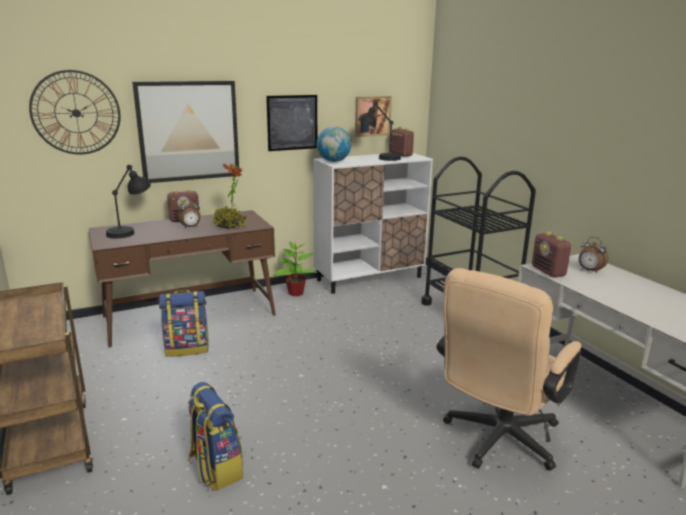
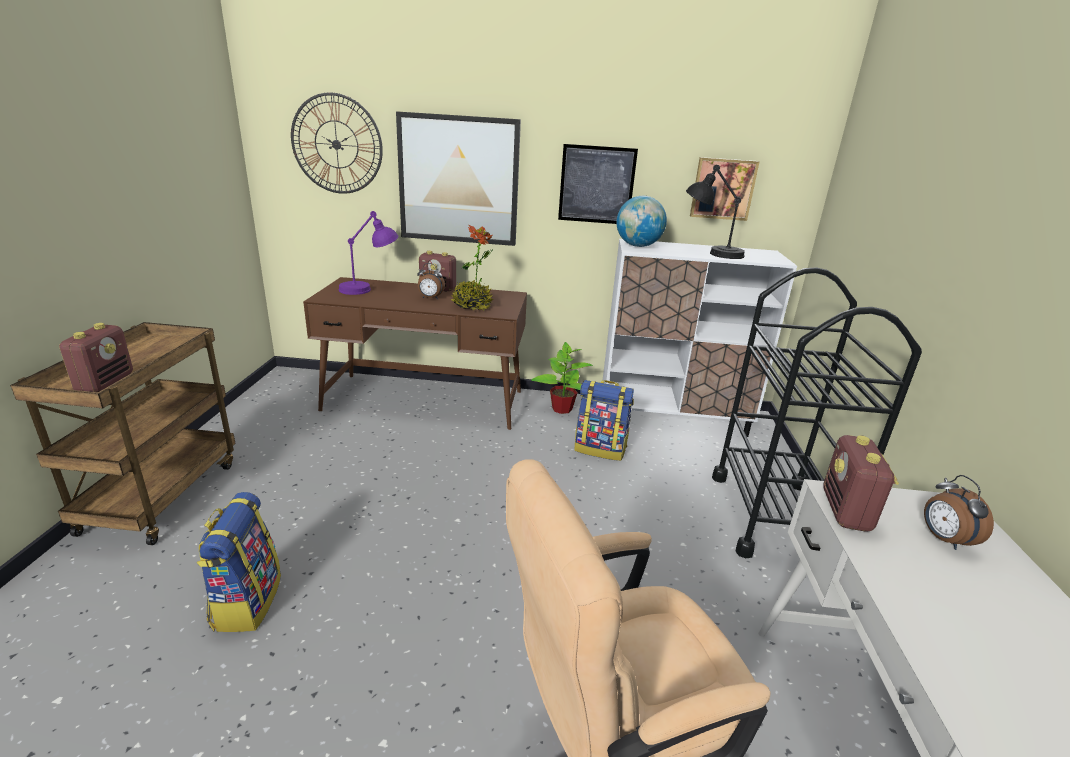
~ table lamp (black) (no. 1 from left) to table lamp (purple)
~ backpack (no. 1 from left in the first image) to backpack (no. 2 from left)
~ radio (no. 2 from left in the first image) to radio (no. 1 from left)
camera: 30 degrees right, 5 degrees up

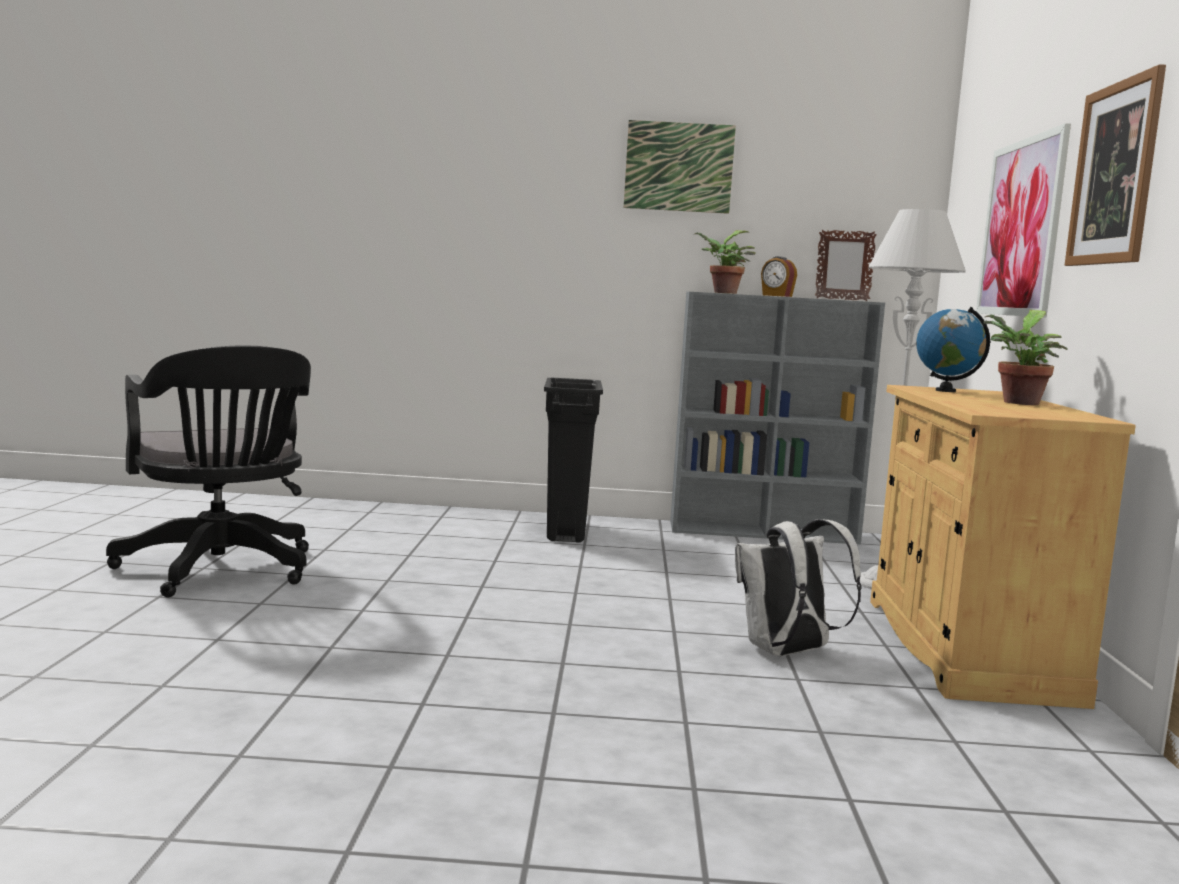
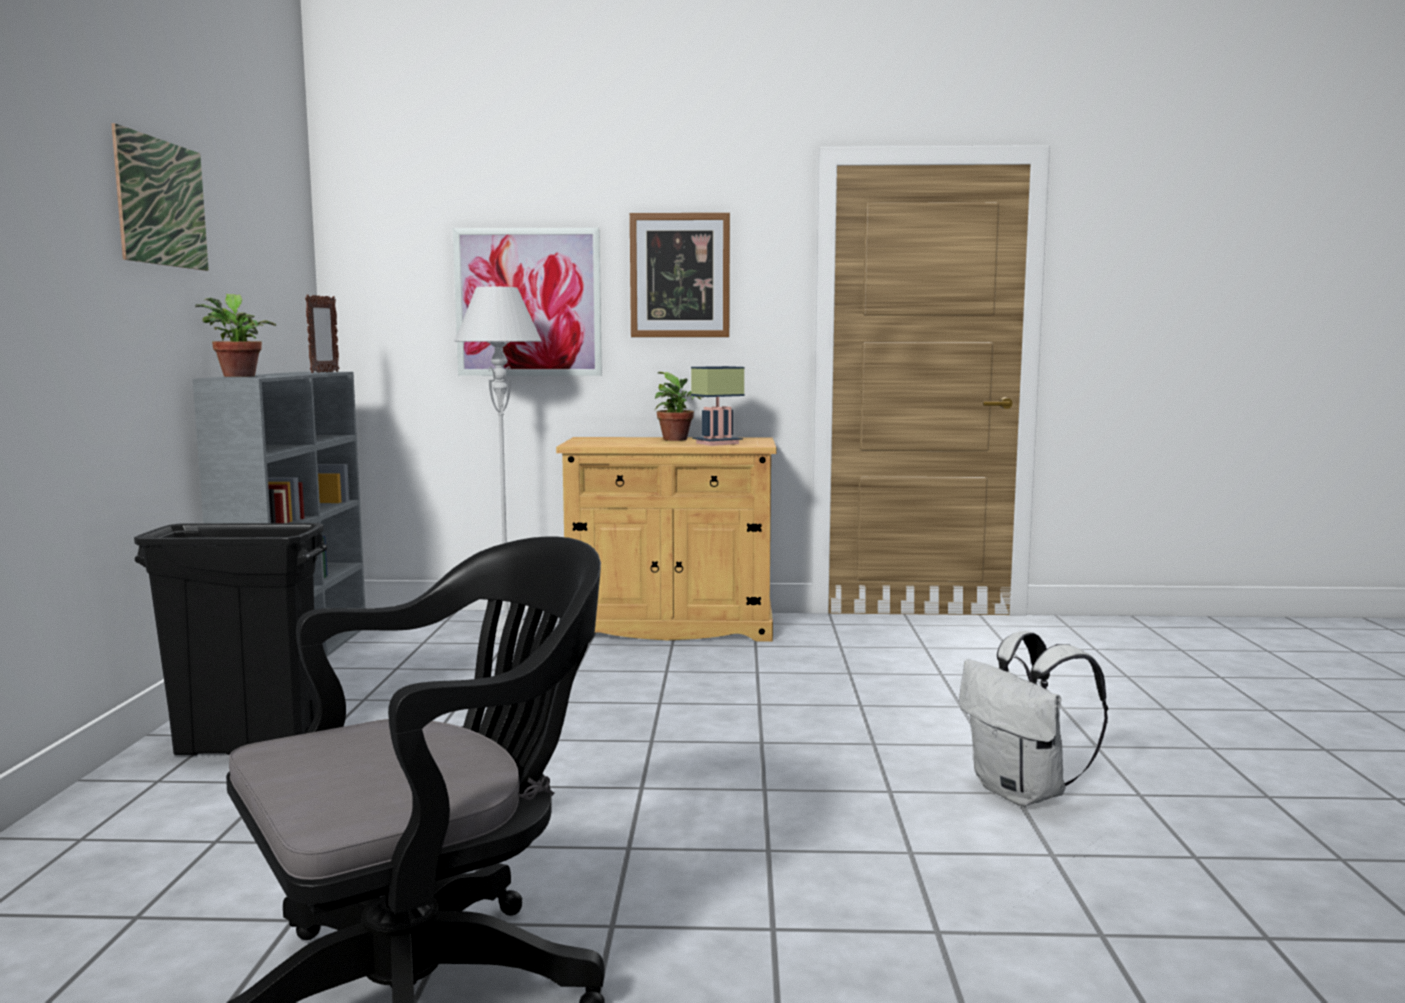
~ backpack (white)
- alarm clock
- globe
+ table lamp
camera: 90 degrees left, 0 degrees up

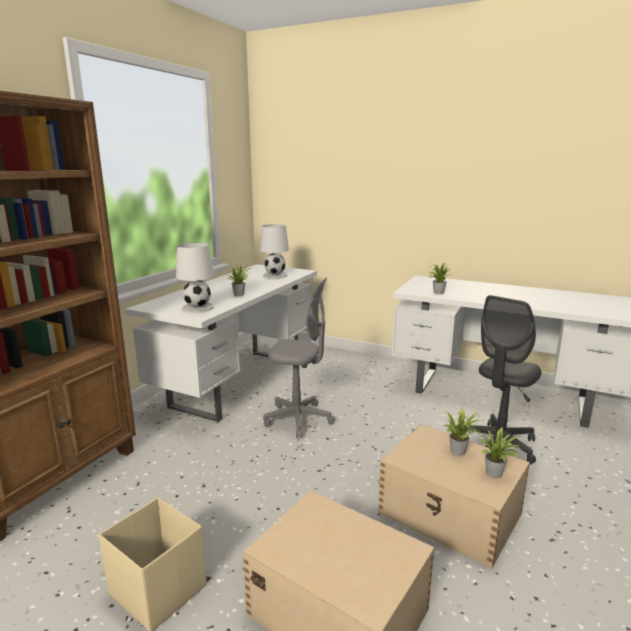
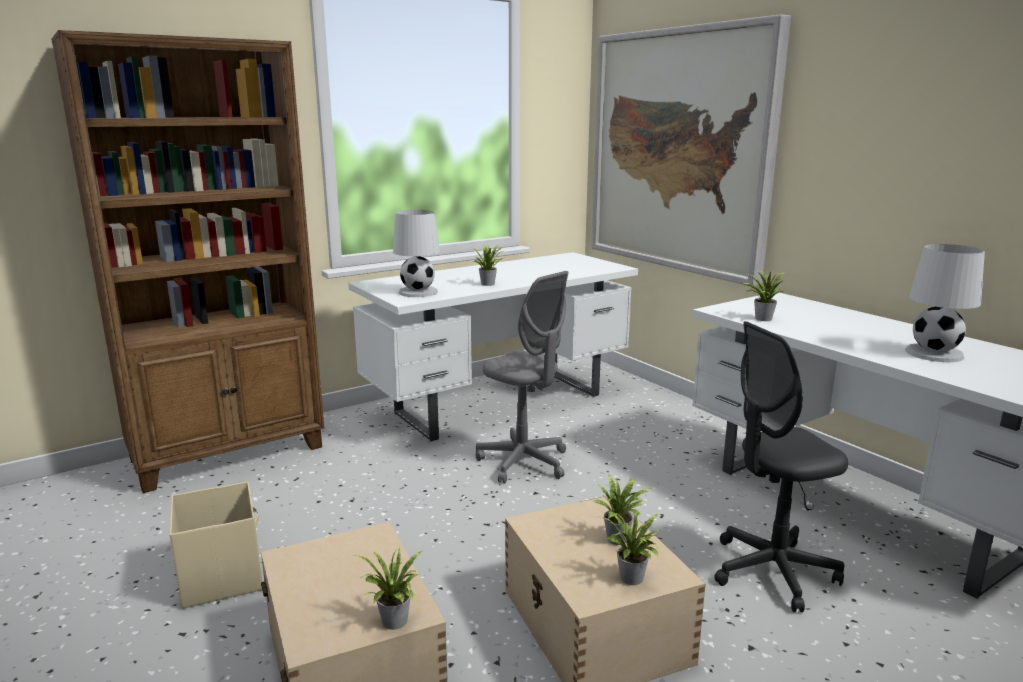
~ table lamp (white) (no. 2 from left)
+ potted plant (no. 1 from left)
+ picture
camera: 30 degrees right, 0 degrees up

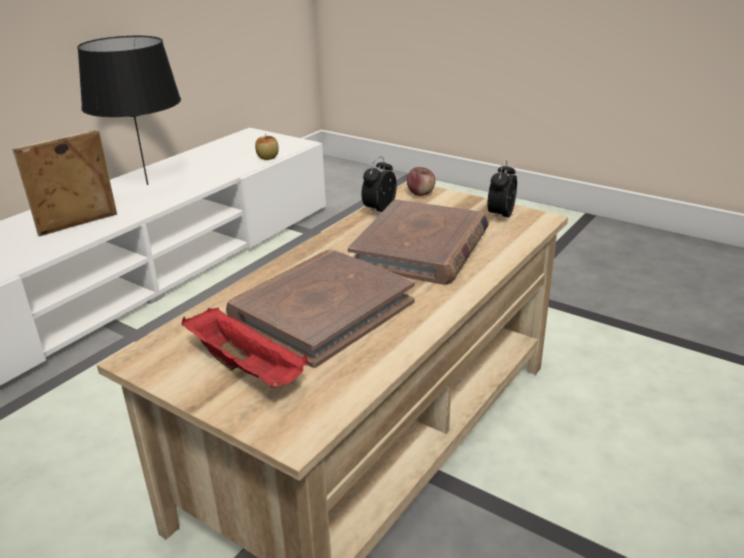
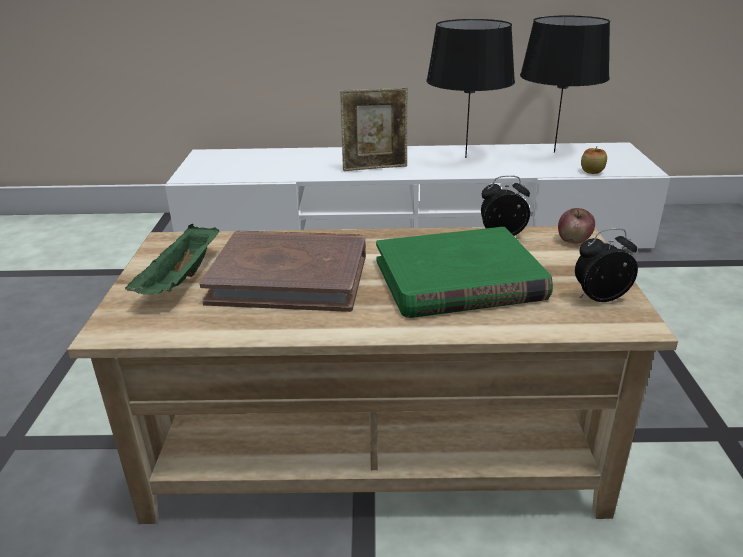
~ picture frame 150 degrees clockwise
~ tray (red) to tray (green)
~ book (brown) (no. 2 from left) to book (green)
+ table lamp (black) (no. 2 from left)
camera: 55 degrees right, 0 degrees up

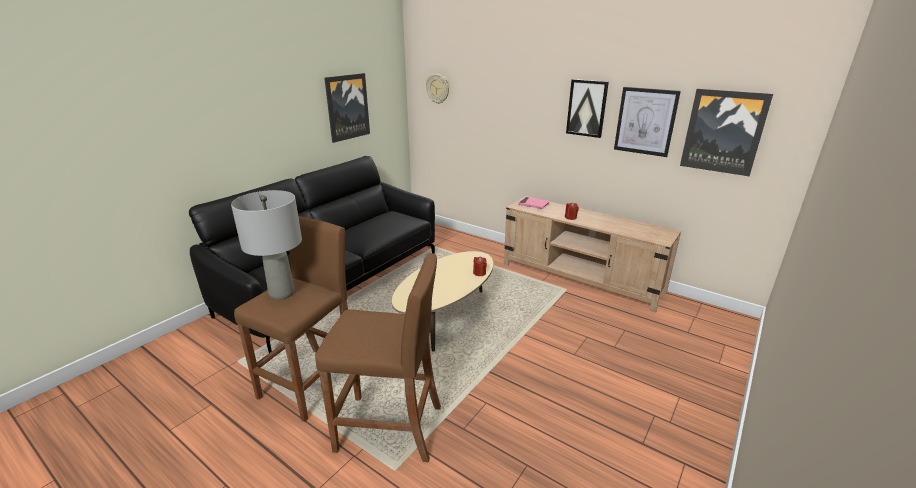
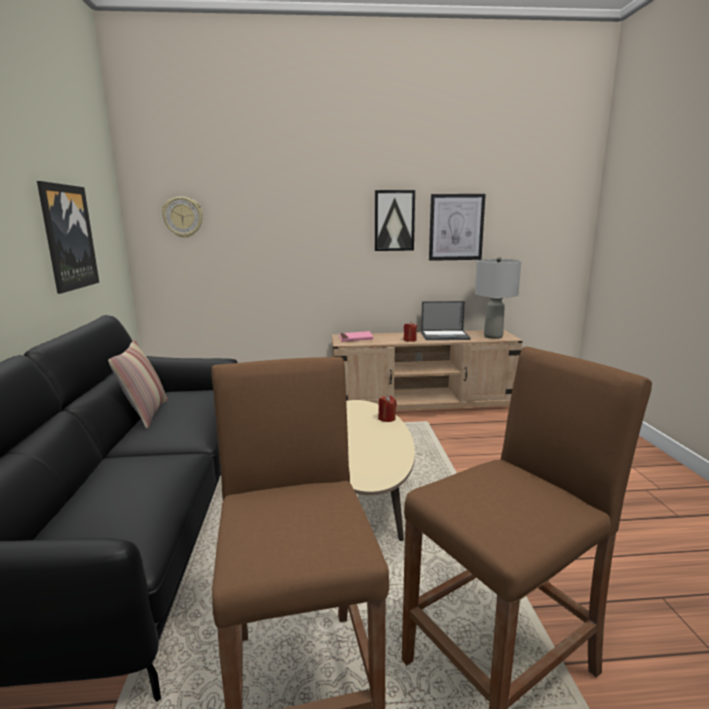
~ table lamp (grey)
- picture (no. 4 from left)
+ pillow
+ laptop
camera: 40 degrees left, 10 degrees down

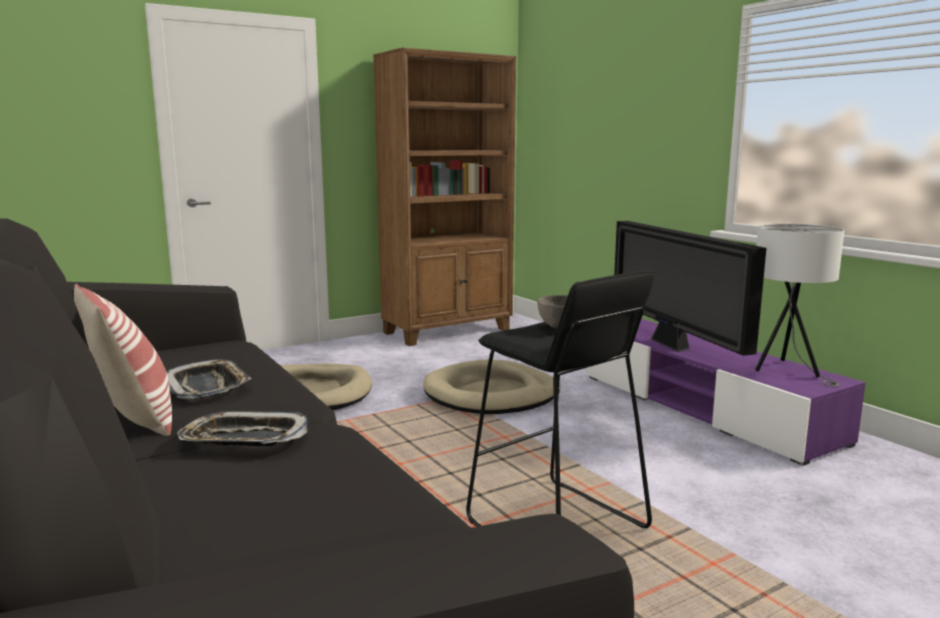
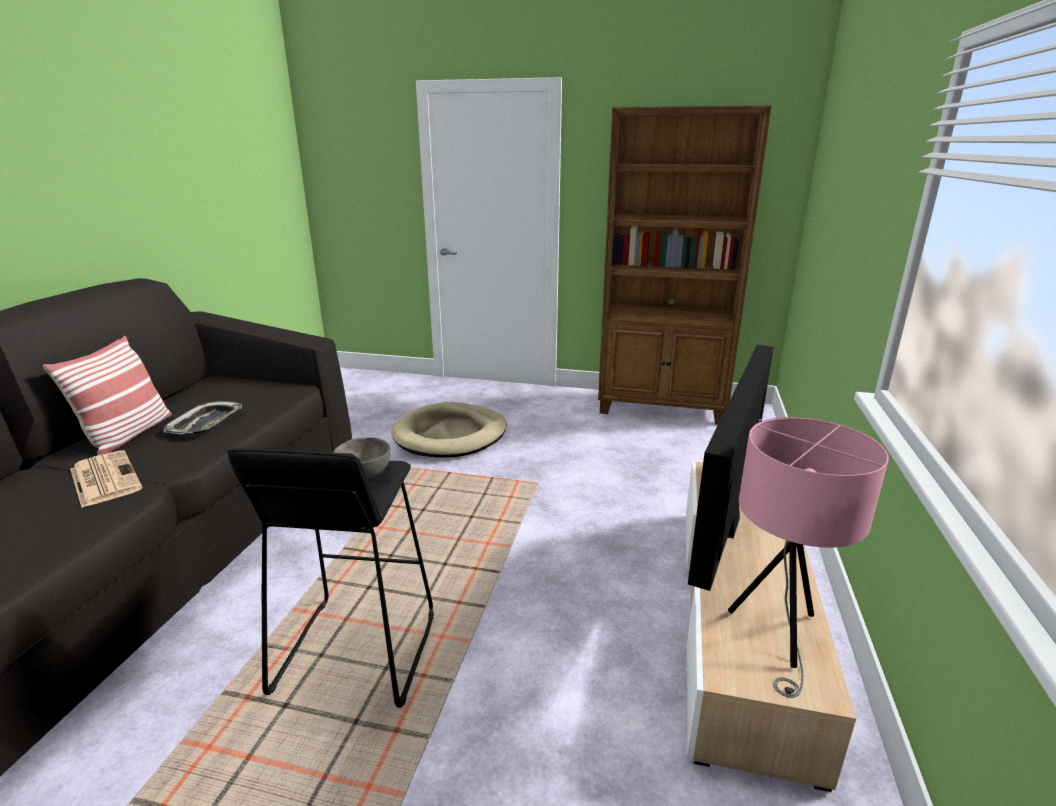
~ tray (no. 2 from left) to newspaper
- dog bed (beige) (no. 2 from left)
~ tv stand (purple) to tv stand (beige)
~ table lamp (white) to table lamp (pink)
camera: 45 degrees right, 10 degrees up

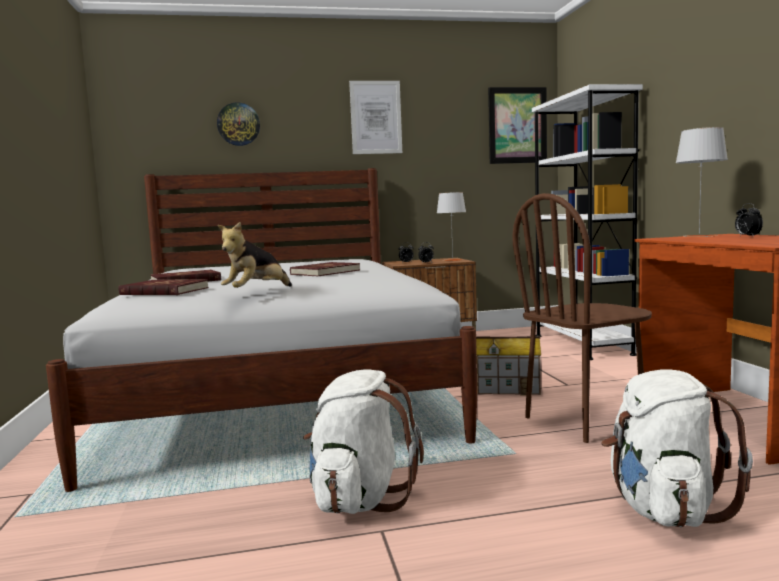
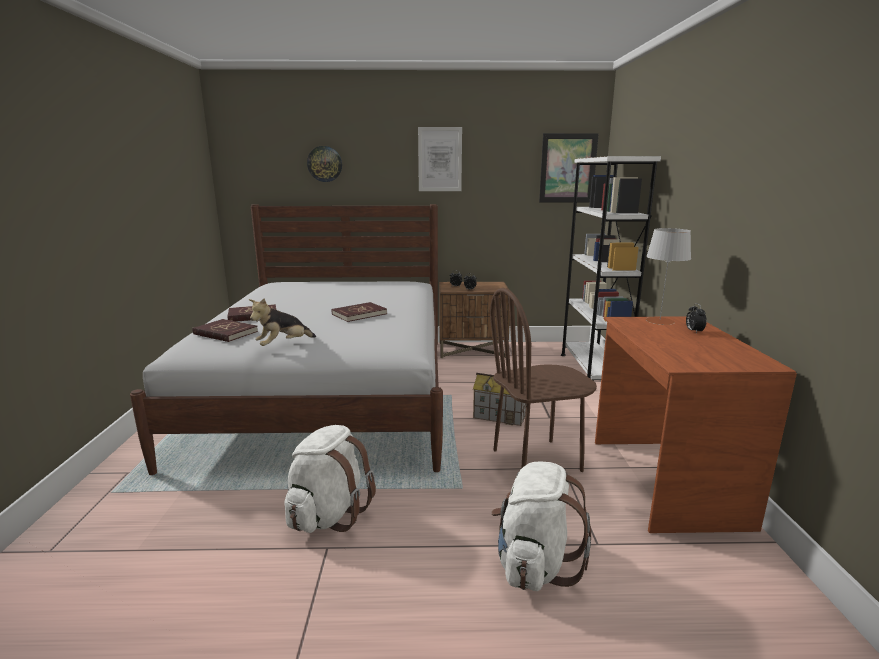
- table lamp (grey) (no. 1 from left)
camera: 10 degrees right, 10 degrees up

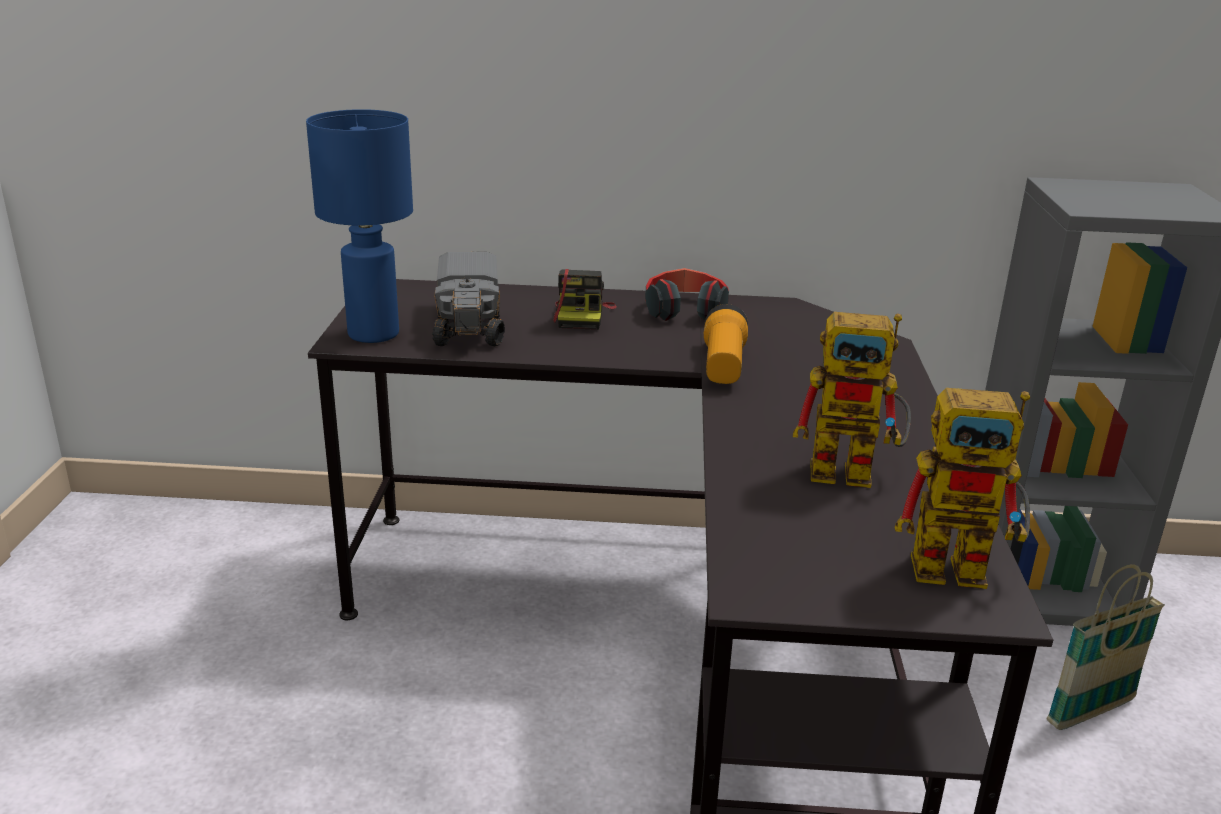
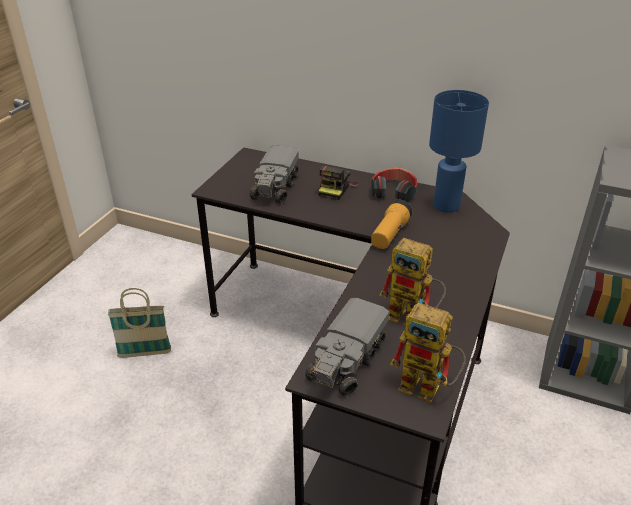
~ table lamp (blue)
~ basket
+ toy truck (no. 2 from left)
camera: 20 degrees right, 10 degrees up

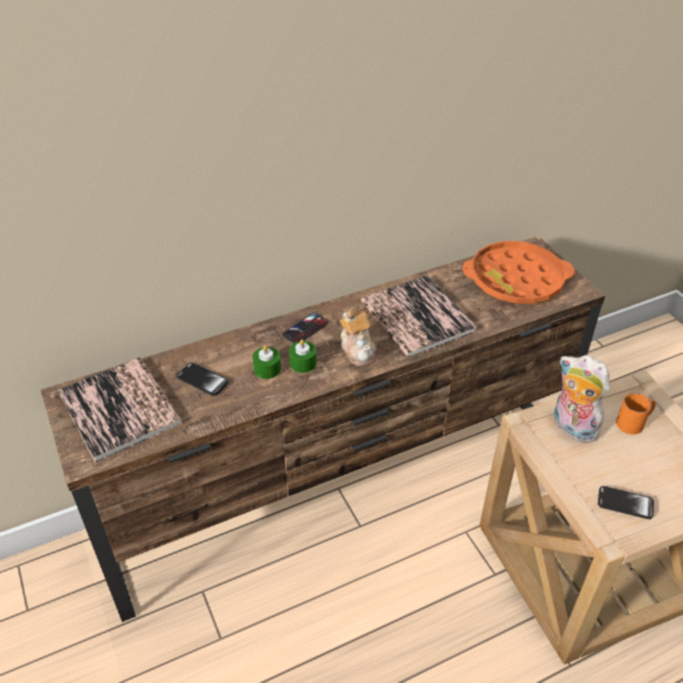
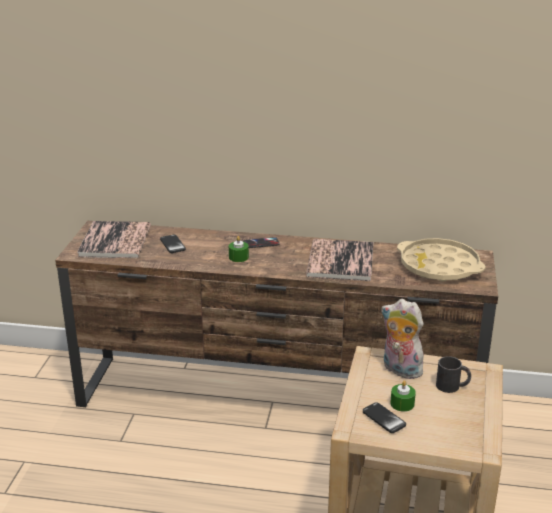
~ candle (green) (no. 1 from left in the first image) to candle (green) (no. 2 from left)
- teapot
~ tray (orange) to tray (beige)
~ plush toy 45 degrees counterclockwise
~ mug (orange) to mug (black)
camera: 35 degrees right, 15 degrees down

